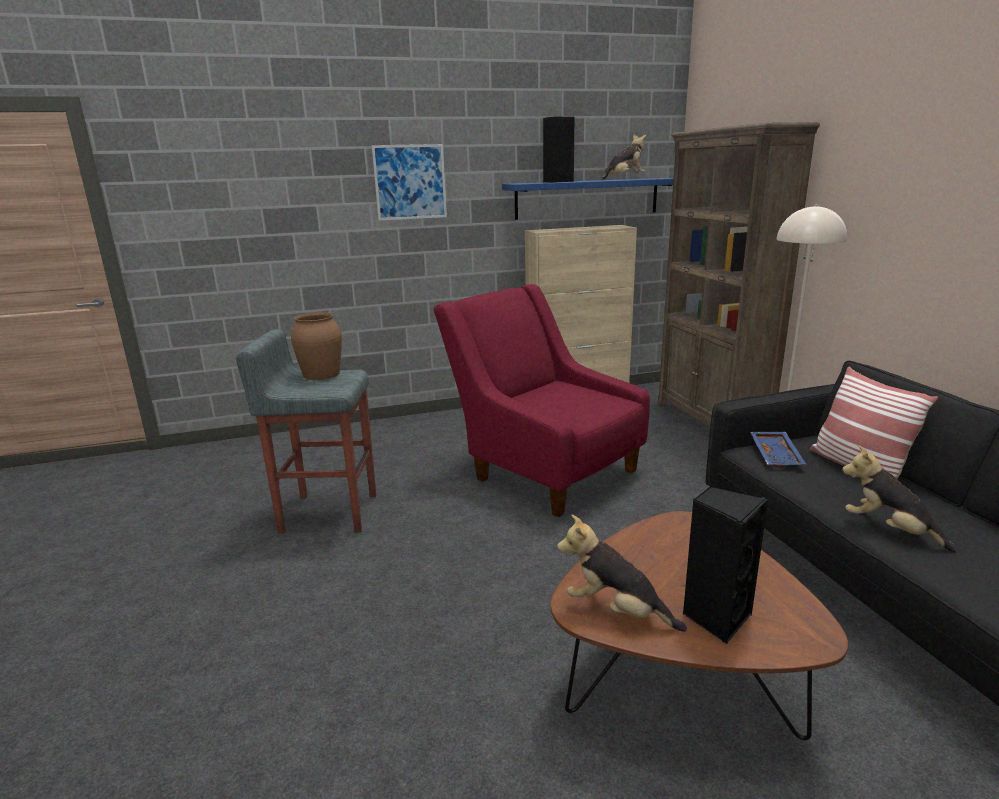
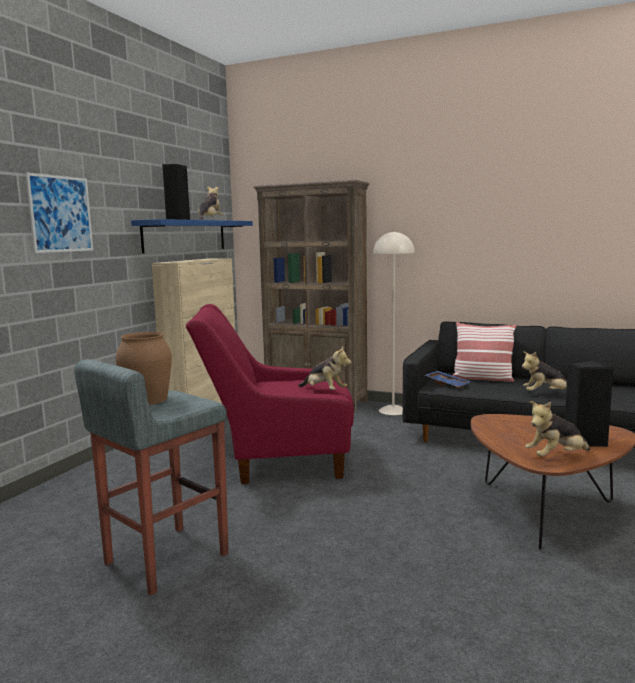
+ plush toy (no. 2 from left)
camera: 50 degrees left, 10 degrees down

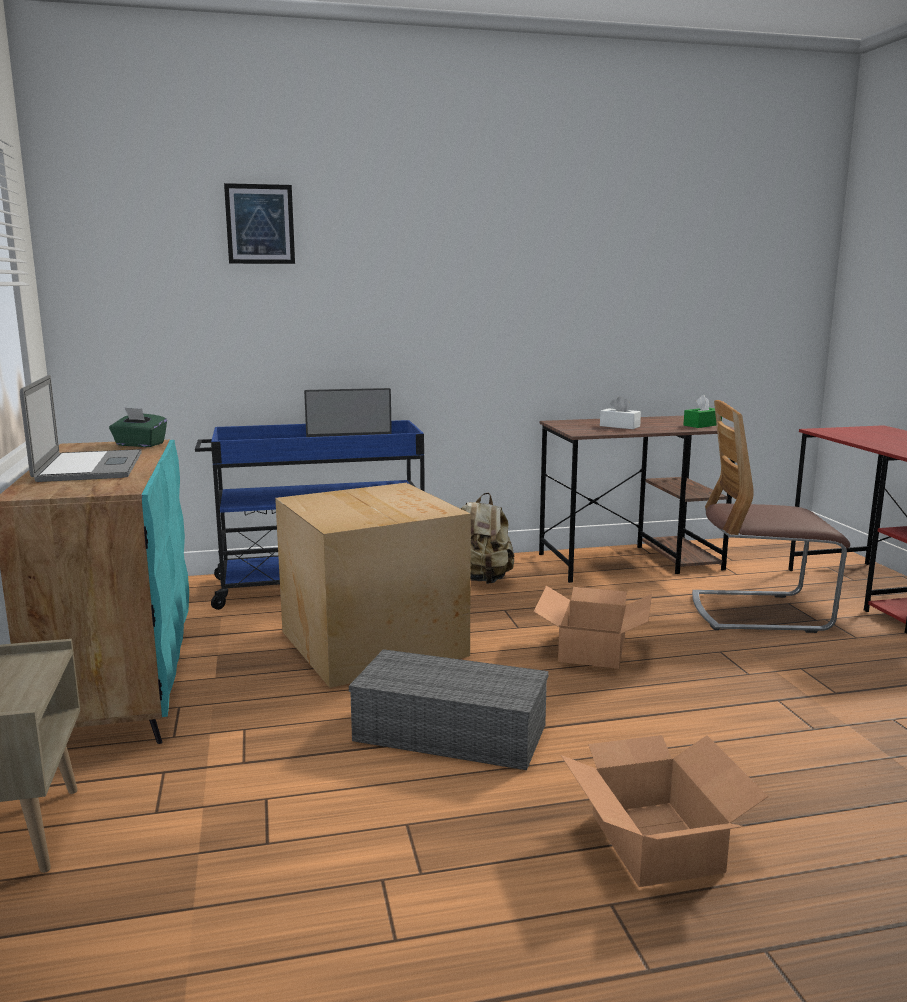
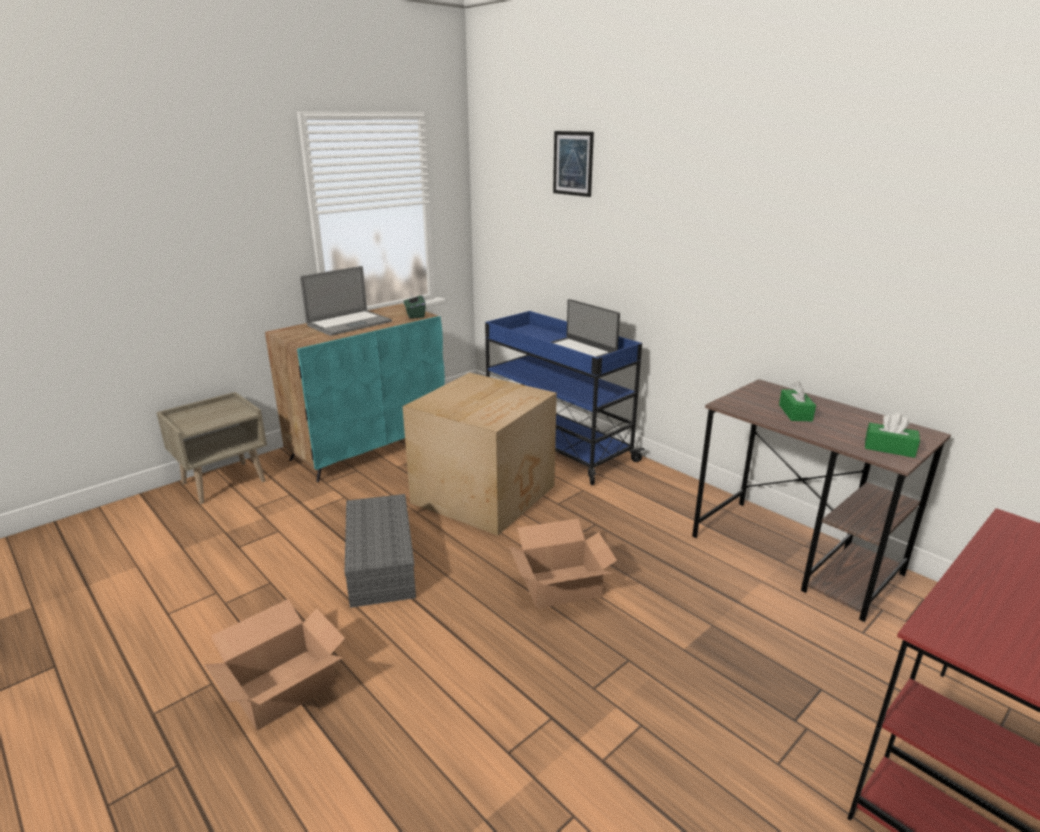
- backpack (beige)
~ tissue box (white) to tissue box (green) (no. 2 from left)
- chair
camera: 60 degrees right, 10 degrees up

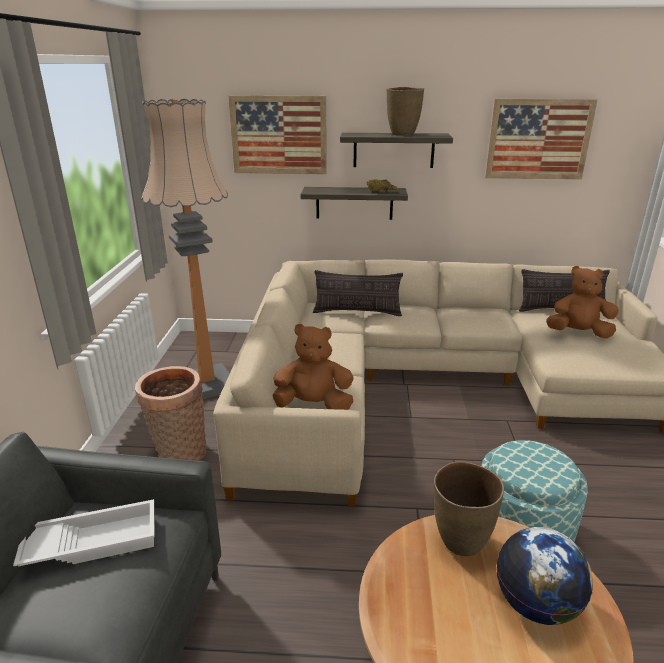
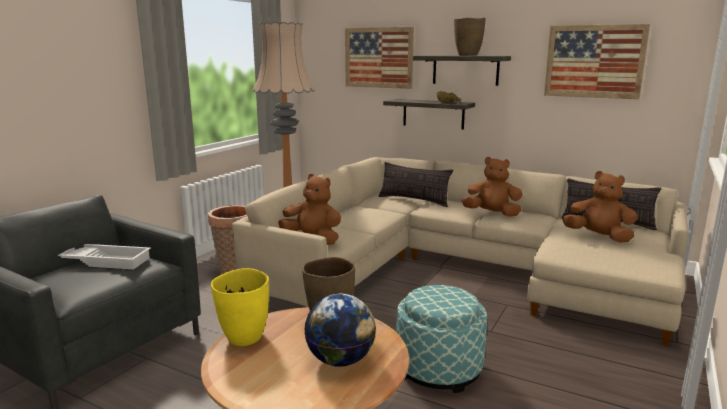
+ vase (yellow)
+ plush toy (brown) (no. 2 from left)
camera: 25 degrees right, 10 degrees down

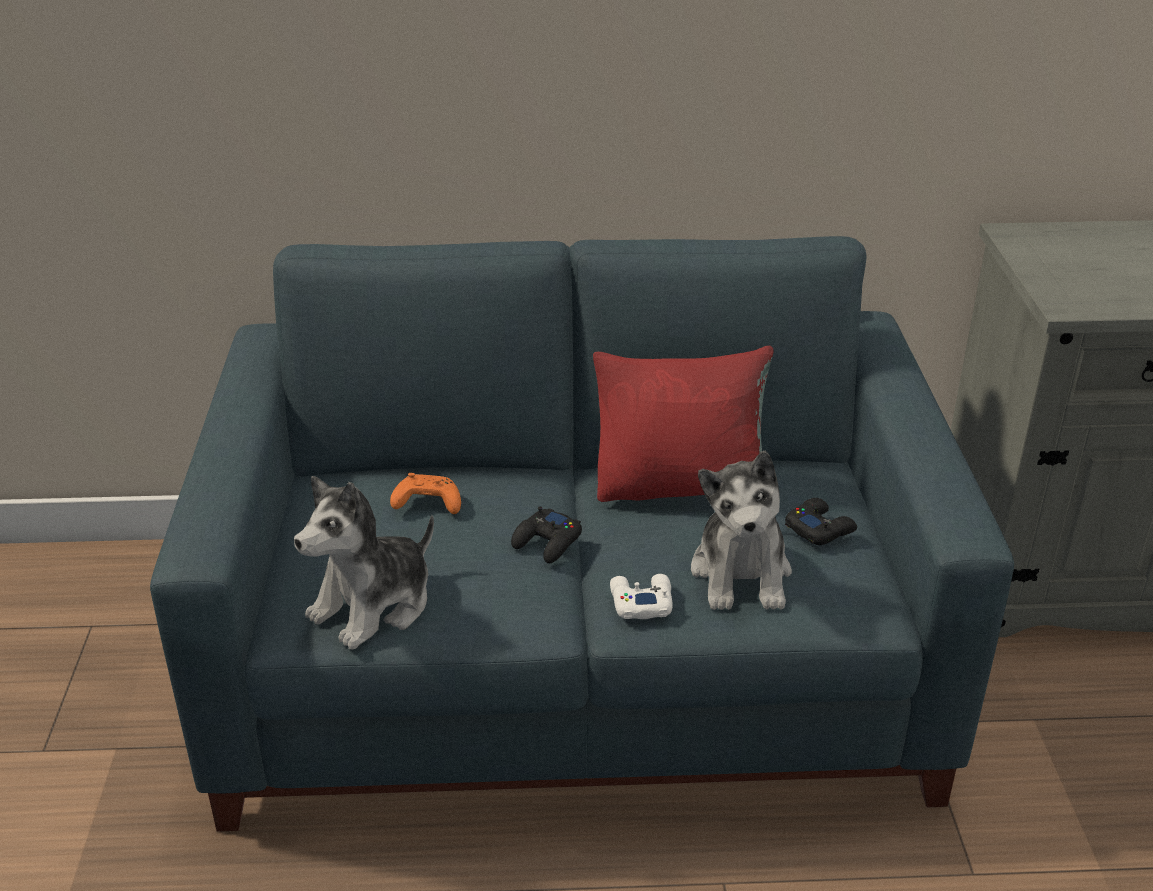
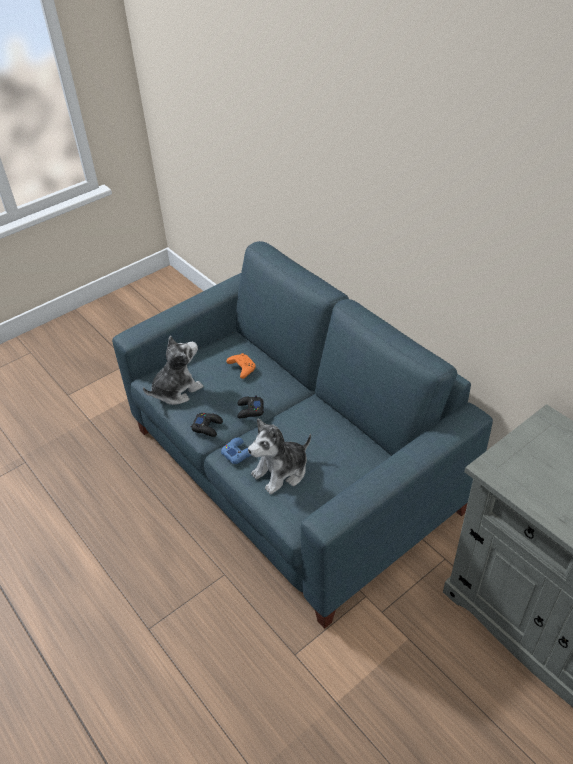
~ plush toy (no. 1 from left) 135 degrees clockwise
- pillow (red)
~ game controller (white) to game controller (blue)
~ game controller (black) (no. 2 from left in the first image) to game controller (black) (no. 1 from left)
camera: 55 degrees right, 10 degrees up

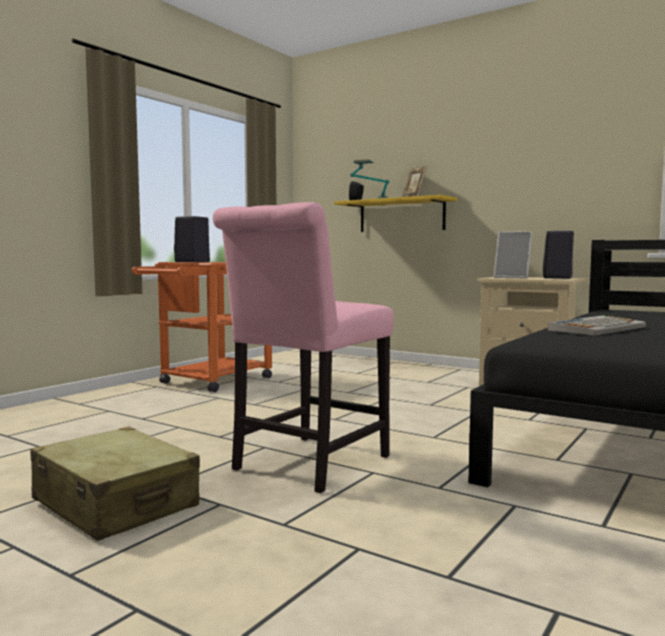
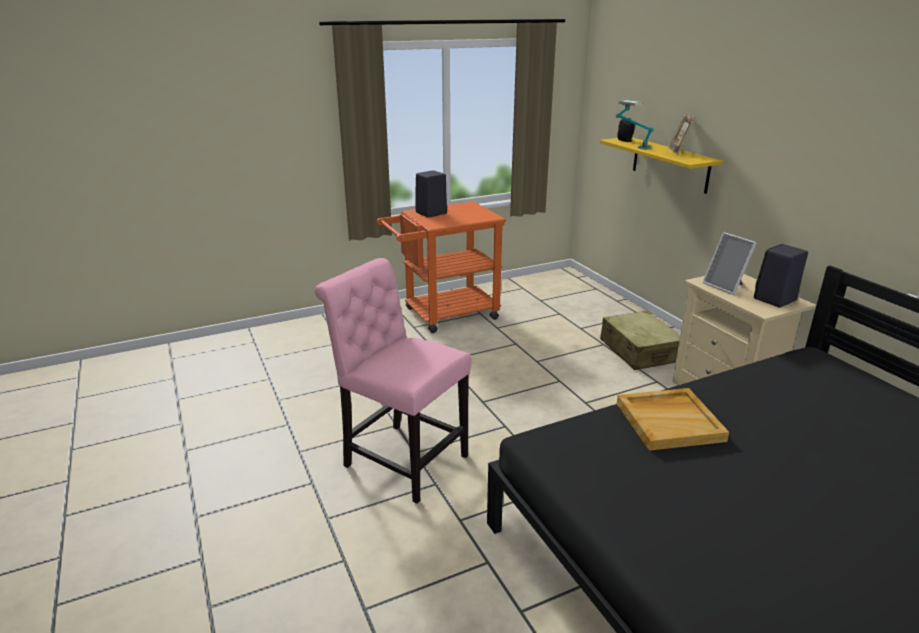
~ suitcase (beige)
~ chair (pink) 60 degrees clockwise
~ keyboard to tray (beige)
camera: 30 degrees right, 20 degrees up

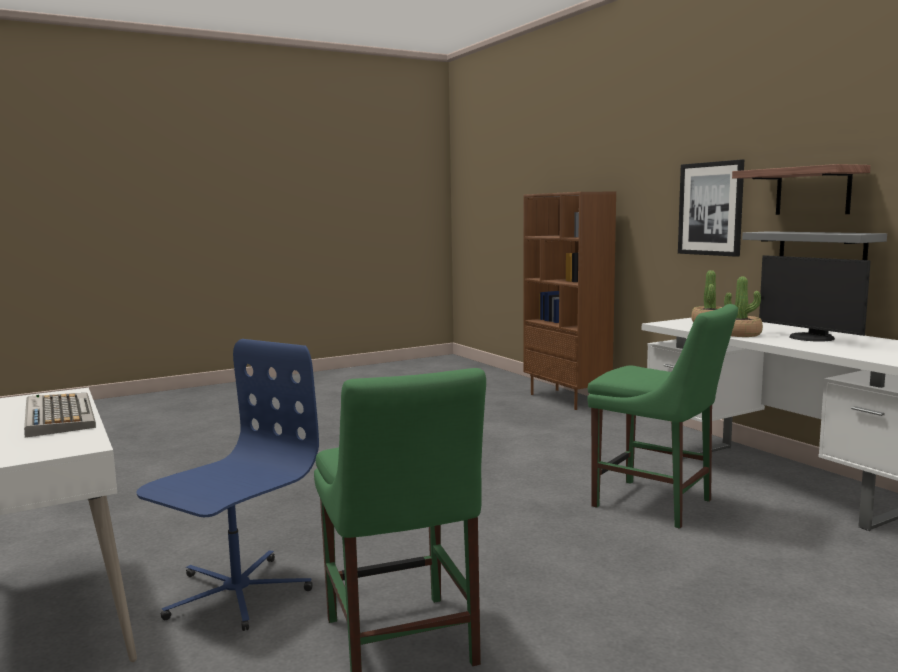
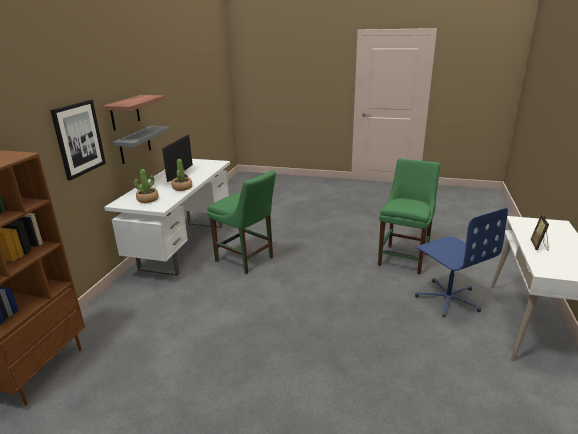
~ keyboard to picture frame
~ office chair (blue) 105 degrees counterclockwise
~ chair (green) (no. 2 from left in the first image) 135 degrees clockwise
camera: 135 degrees left, 15 degrees up

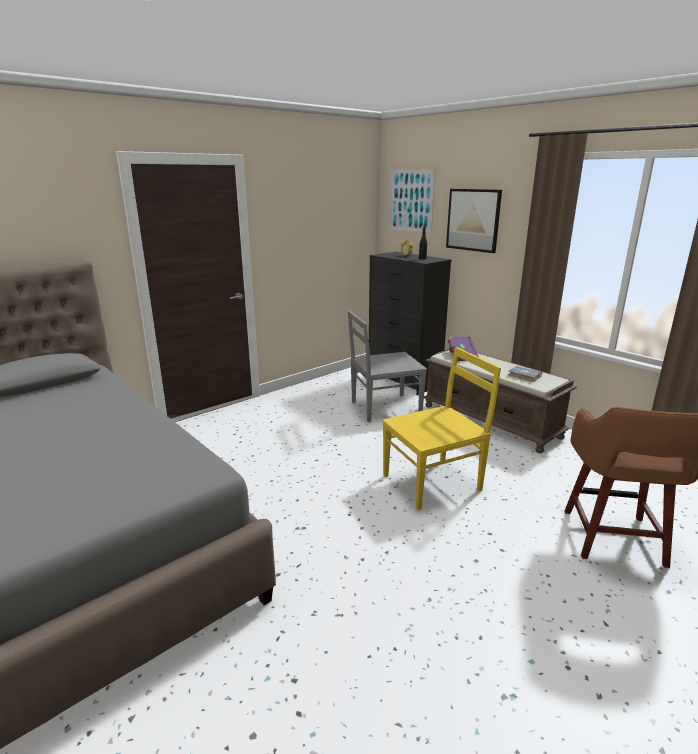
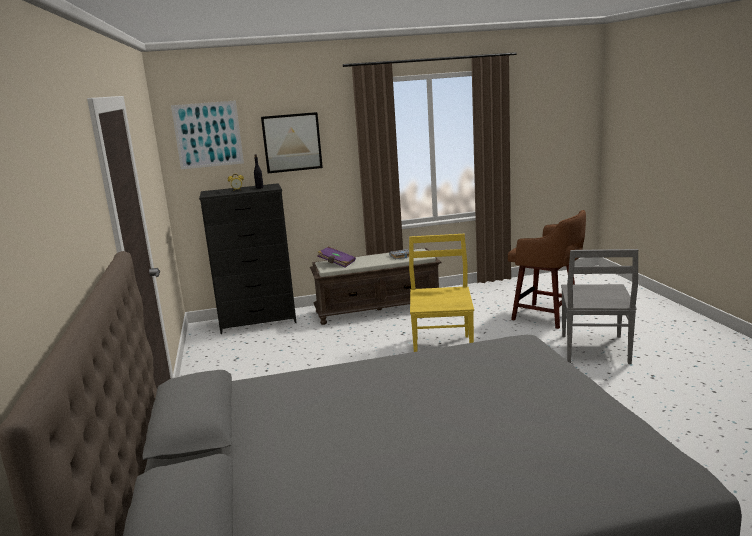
~ chair (grey)
camera: 60 degrees left, 5 degrees down

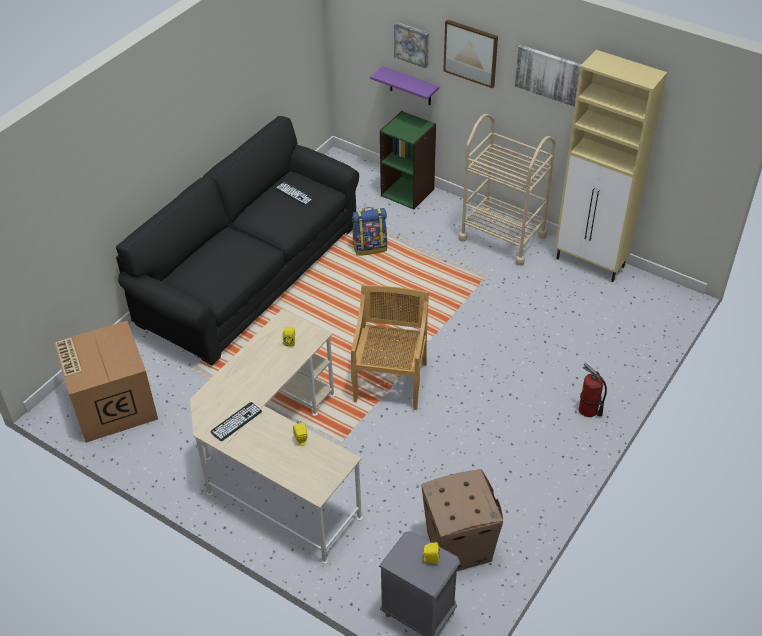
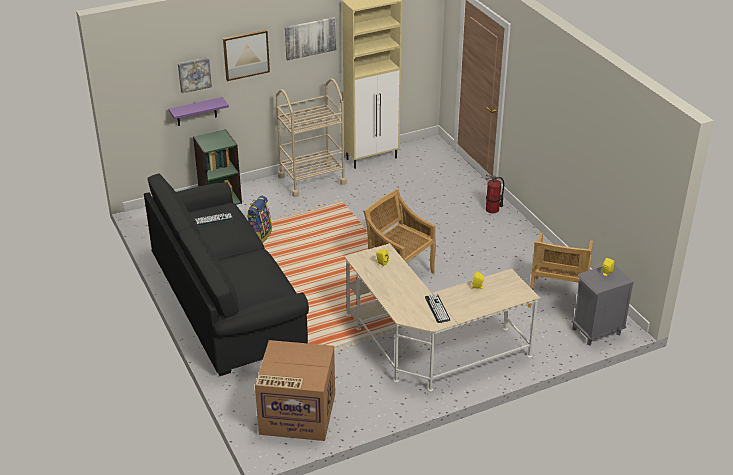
~ cardboard box (no. 2 from left) to chair (beige) (no. 2 from left)
camera: 60 degrees left, 10 degrees down

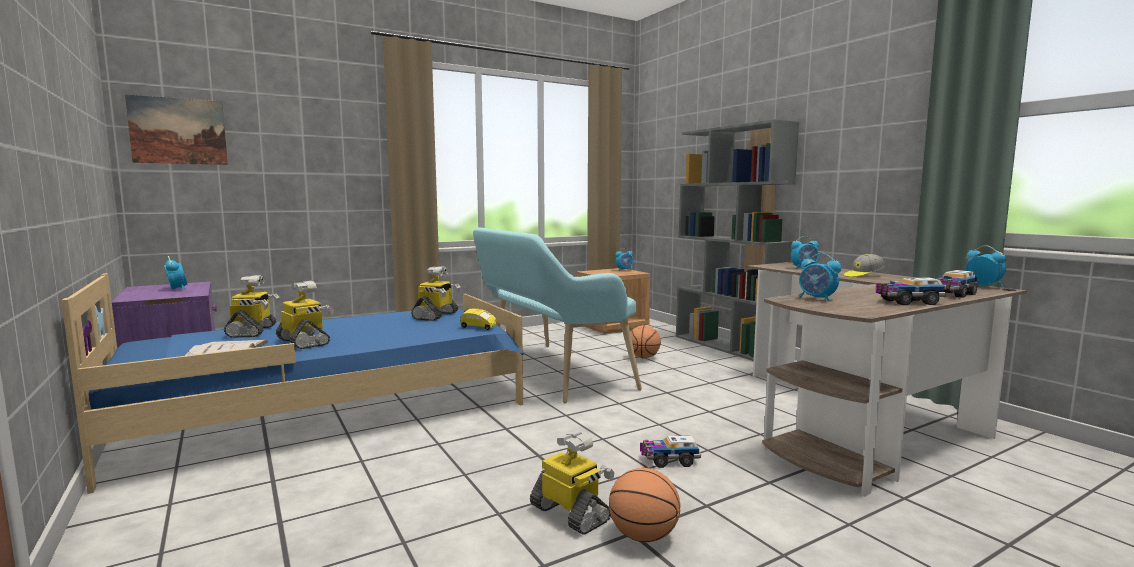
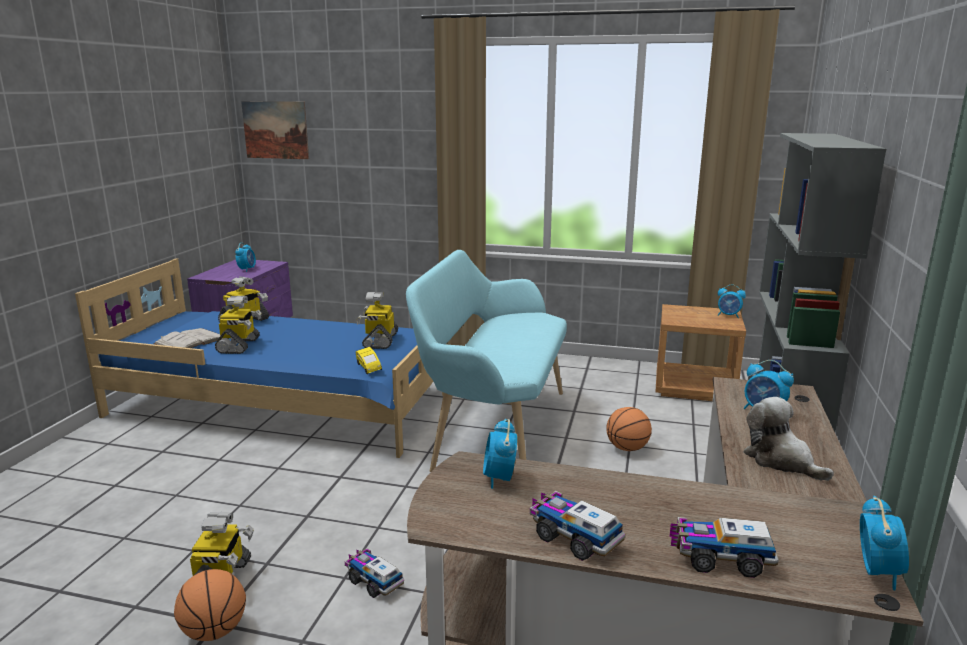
~ toy robot (no. 3 from left in the first image) 120 degrees clockwise
~ cap to plush toy
camera: 45 degrees right, 10 degrees up

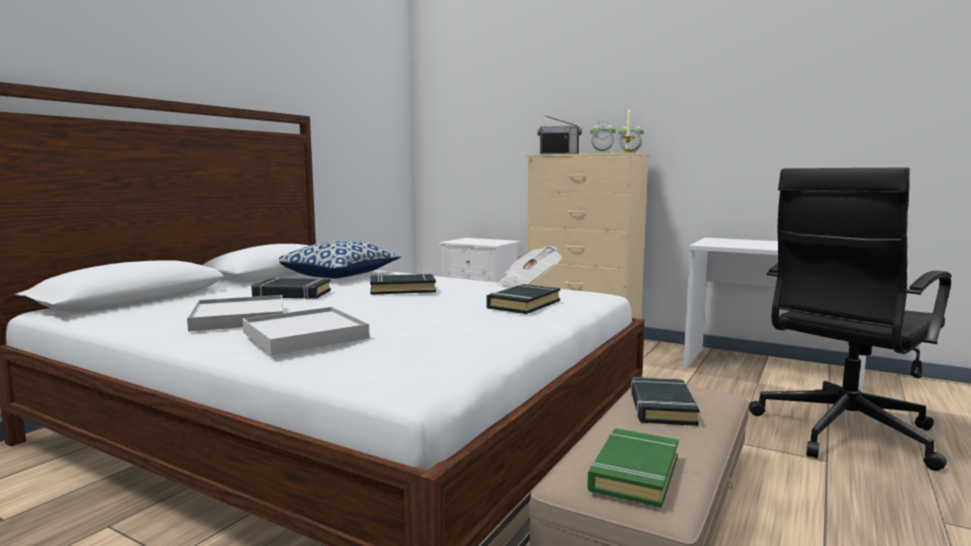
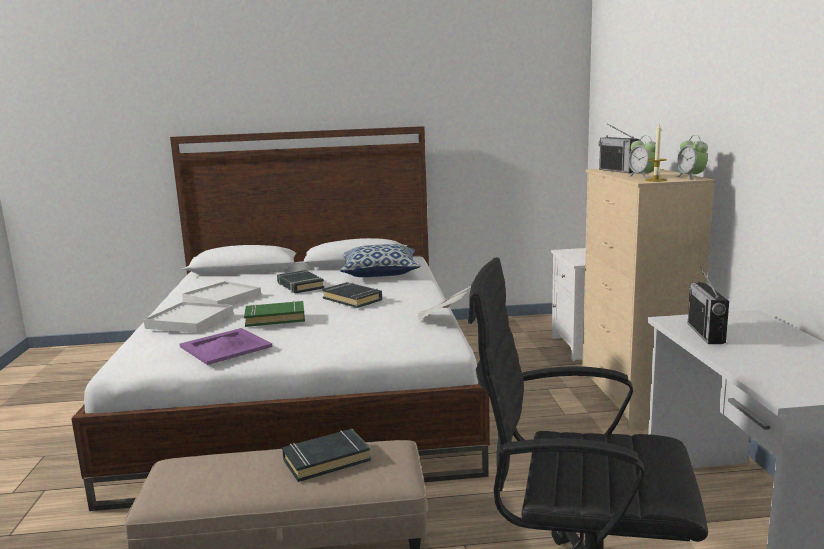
- book (black) (no. 3 from left)
~ book (green)
+ tray (purple)
+ radio (no. 2 from left)
camera: 55 degrees right, 5 degrees up

